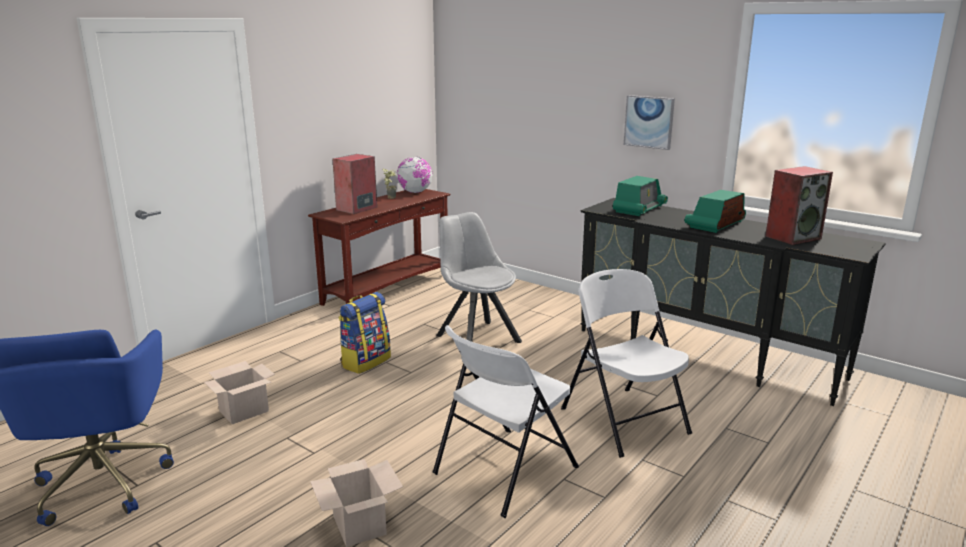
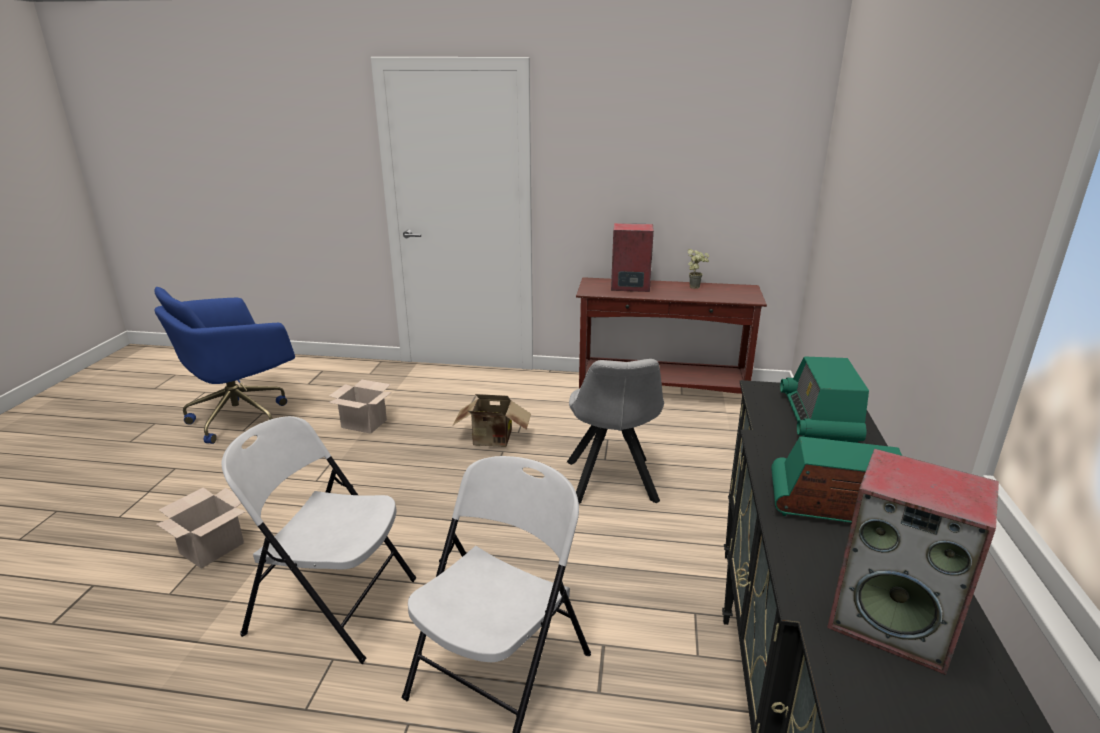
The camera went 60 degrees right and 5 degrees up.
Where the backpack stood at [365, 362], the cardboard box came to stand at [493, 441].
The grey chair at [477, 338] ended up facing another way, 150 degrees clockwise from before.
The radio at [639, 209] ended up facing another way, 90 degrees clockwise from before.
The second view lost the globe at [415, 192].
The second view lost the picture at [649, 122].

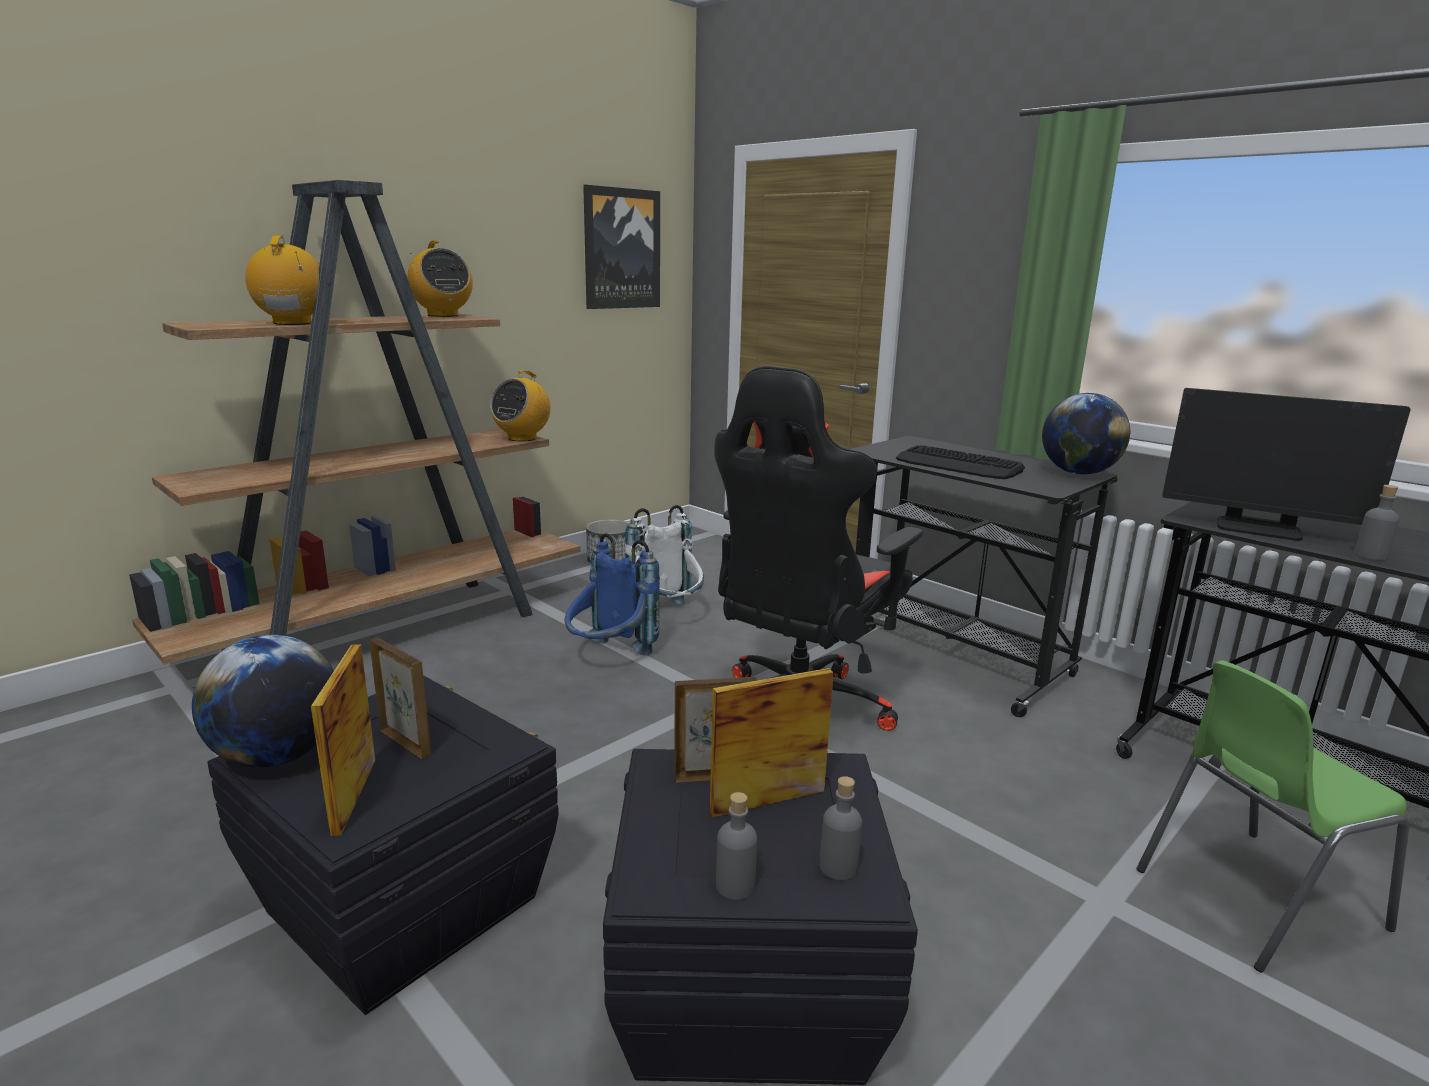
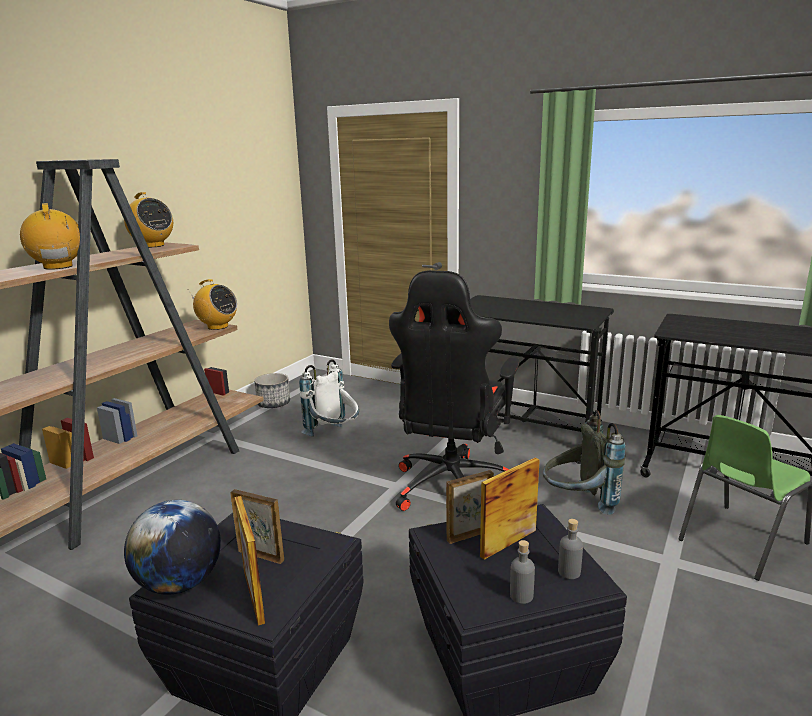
The camera went 15 degrees left and 0 degrees up.
The radio at [522, 438] ended up facing another way, 75 degrees counterclockwise from before.
The second view gained the grey backpack at [578, 504].
The second view lost the blue backpack at [609, 658].
The second view lost the picture at [621, 249].
The second view lost the keyboard at [958, 465].
The second view lost the globe at [1078, 473].
The second view lost the monitor at [1258, 529].
The second view lost the grey bottle at [1370, 556].

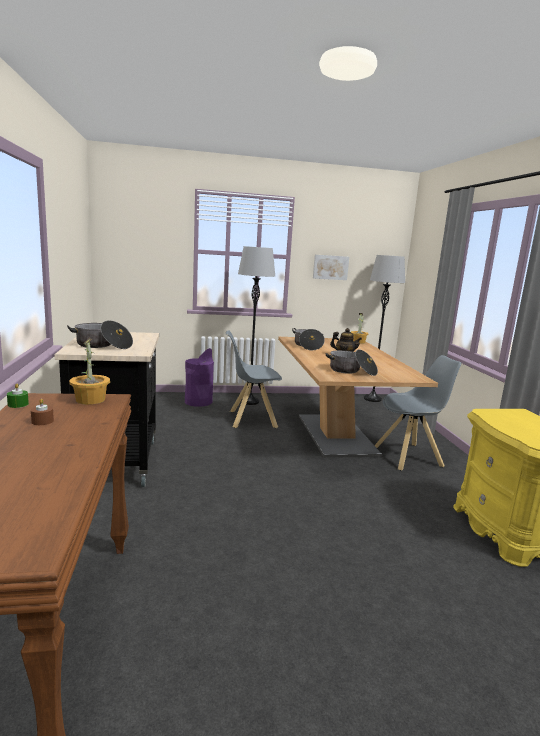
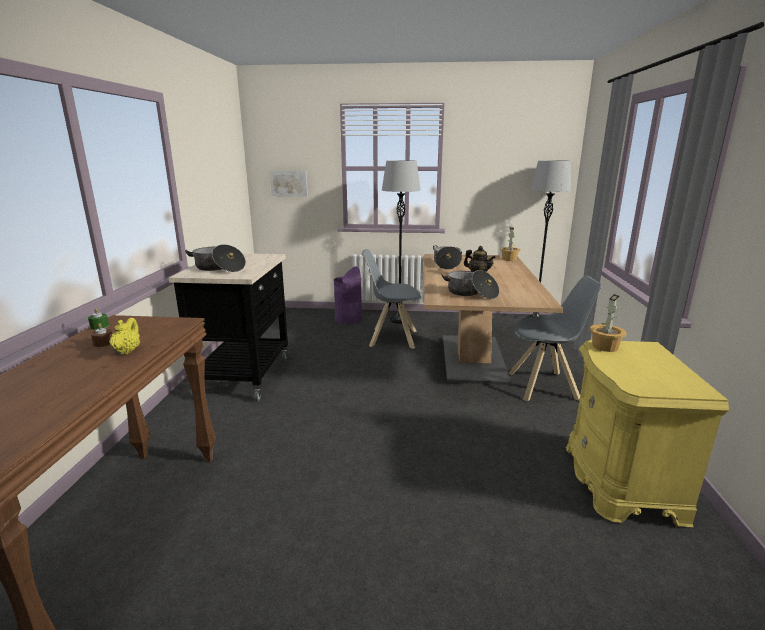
The camera went 15 degrees right and 5 degrees up.
The second view gained the yellow teapot at [127, 351].
The picture ended up elsewhere, having gone from [330, 267] to [289, 183].
The potted plant ended up elsewhere, having gone from [91, 400] to [605, 347].

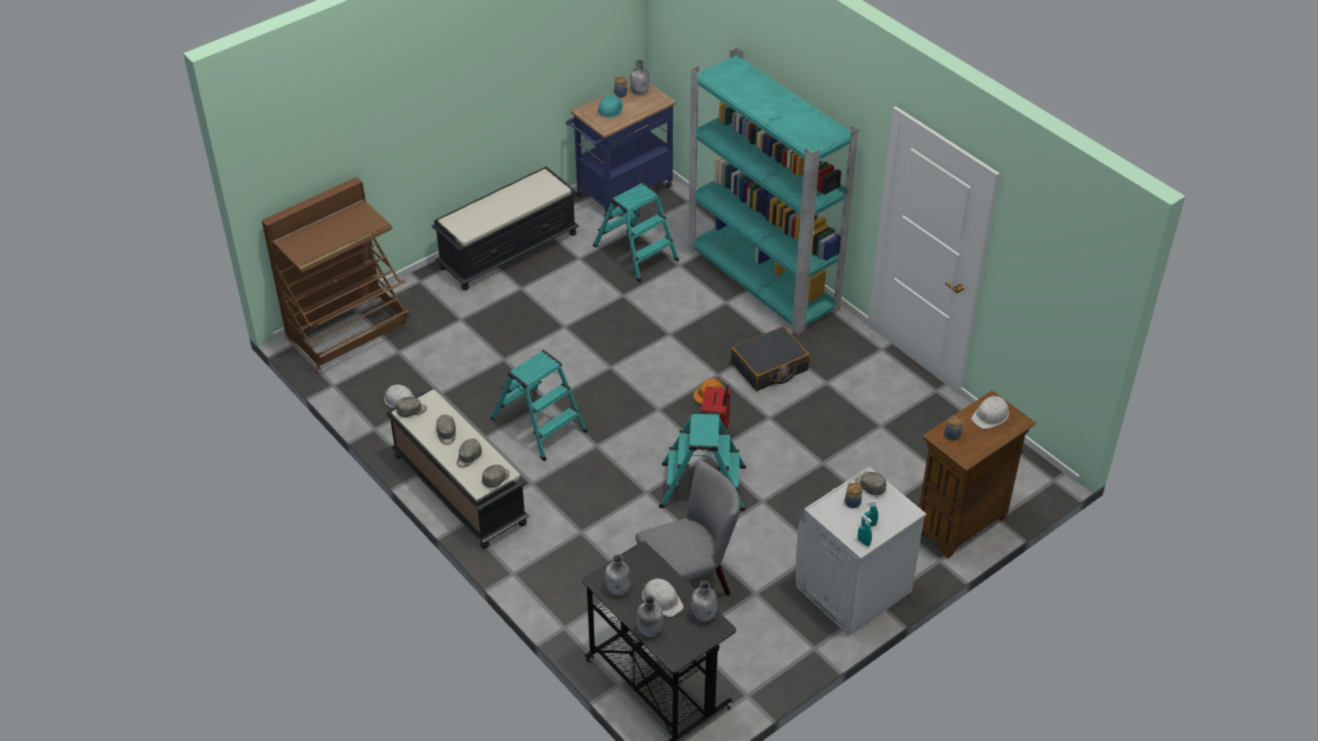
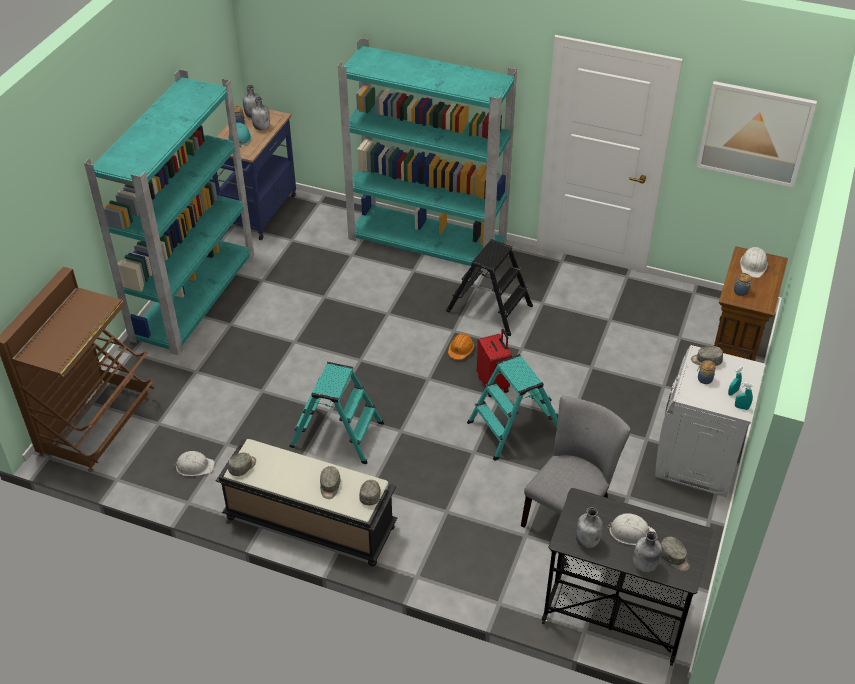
The camera went 30 degrees left and 0 degrees up.
Where the black bench stood at [508, 250], the turquoise bookcase came to stand at [194, 296].
The grey bottle ended up elsewhere, having gone from [704, 615] to [262, 127].
Where the black suitcase stood at [769, 367], the black step ladder came to stand at [489, 308].
The grey cap ended up elsewhere, having gone from [446, 434] to [674, 558].
The second view gained the picture at [754, 133].
The second view lost the turquoise step ladder at [635, 252].

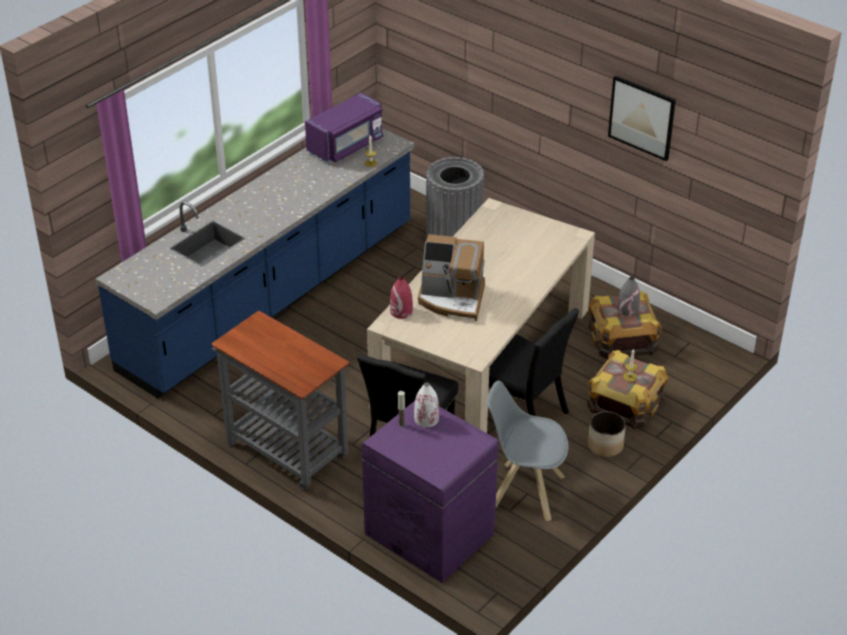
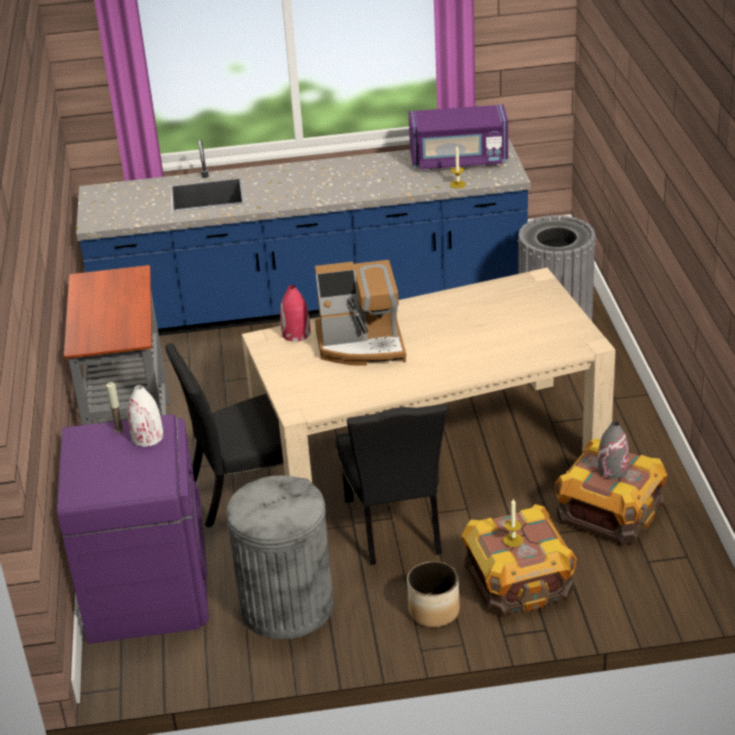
The camera went 45 degrees right and 5 degrees down.
Where the grey chair stood at [524, 491], the grey trash can came to stand at [287, 606].
The coffee machine at [452, 299] ended up facing another way, 60 degrees counterclockwise from before.
The second view lost the picture at [642, 117].

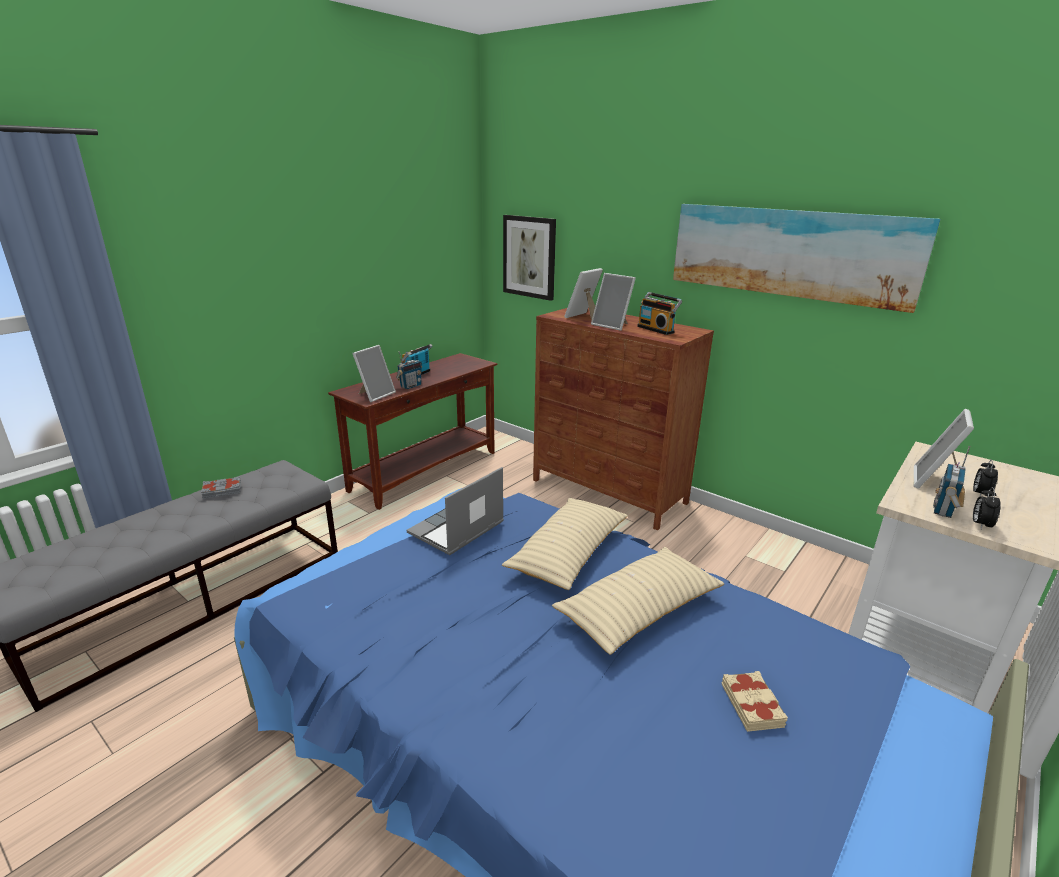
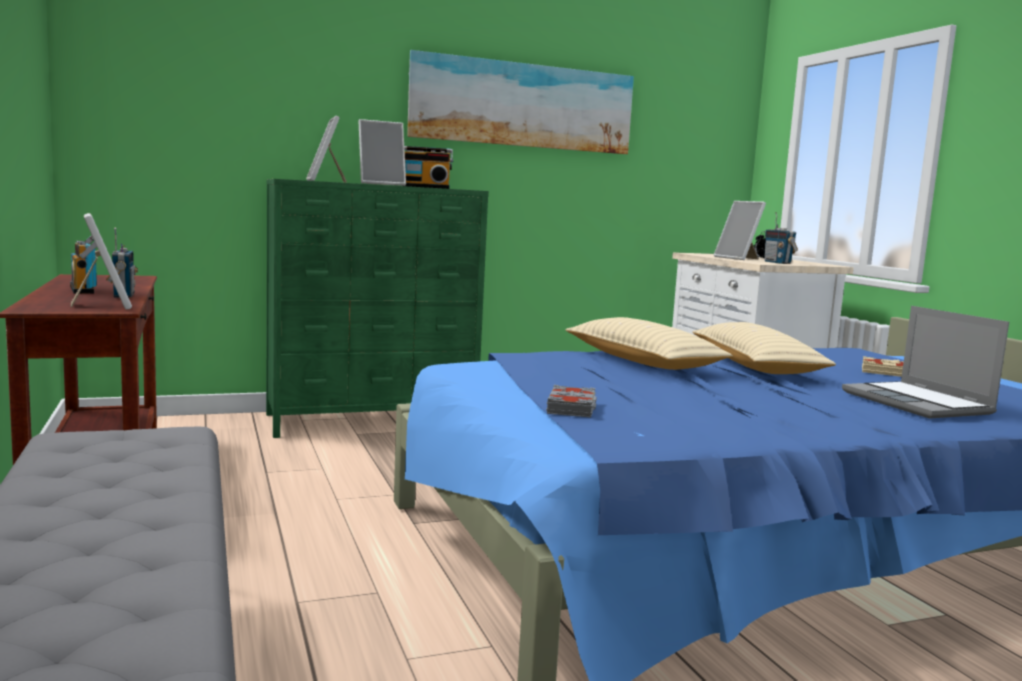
The camera went 60 degrees left and 15 degrees down.
What was the brown dresser at [608, 491] turned into the green dresser at [371, 420].
The grey book ended up elsewhere, having gone from [222, 491] to [572, 408].
The laptop ended up elsewhere, having gone from [456, 529] to [918, 403].
The second view lost the picture at [529, 257].
The second view lost the alarm clock at [980, 524].

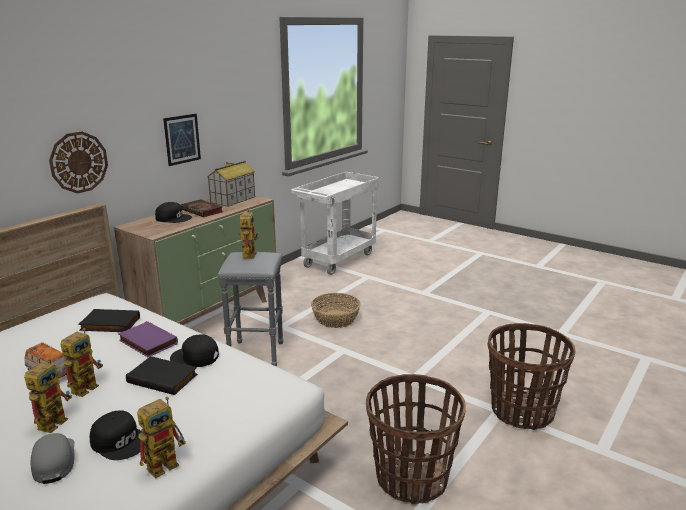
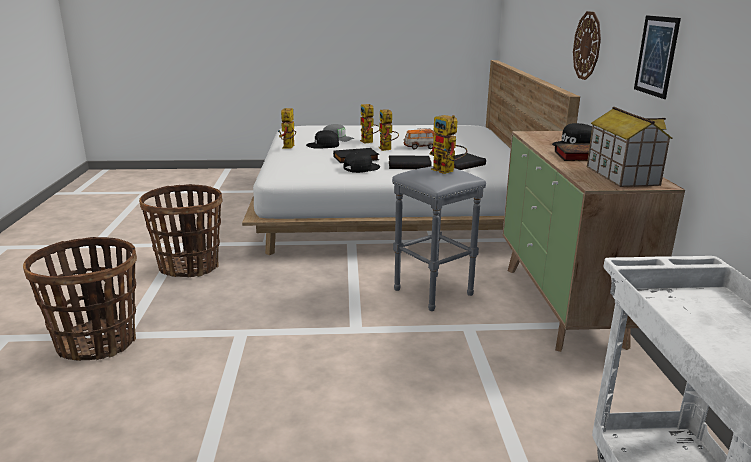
The camera went 140 degrees right and 0 degrees up.
What was the purple book at [146, 342] turned into the black book at [409, 165].
The second view lost the basket at [336, 319].

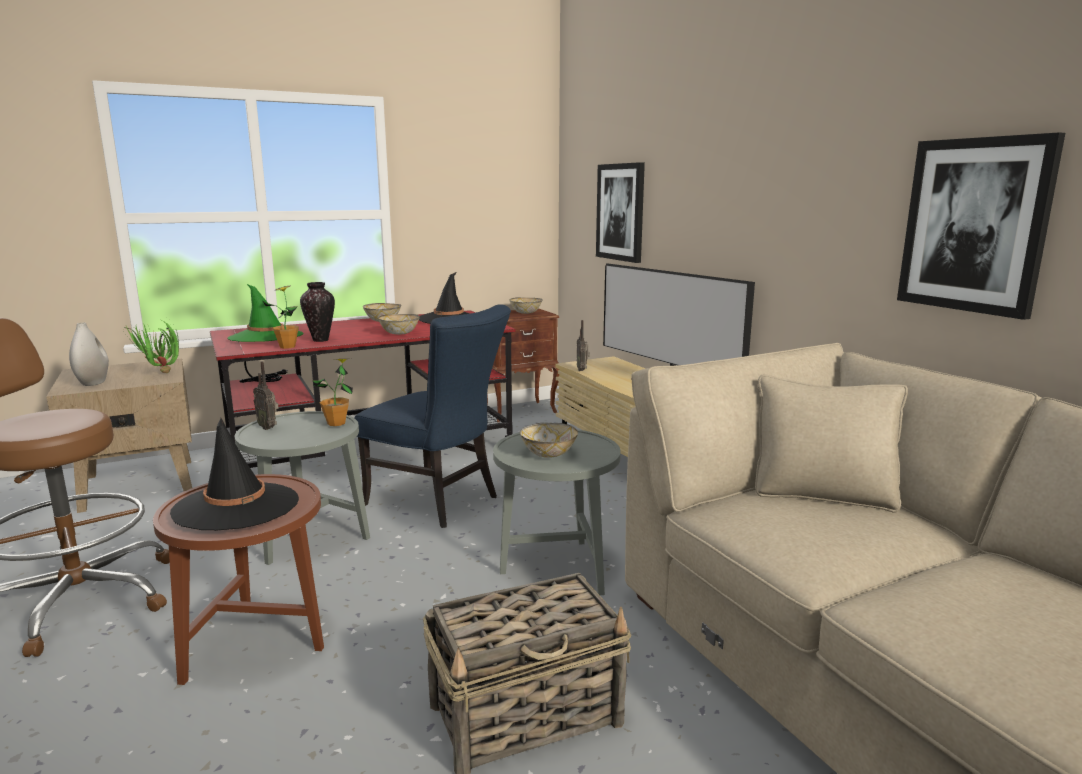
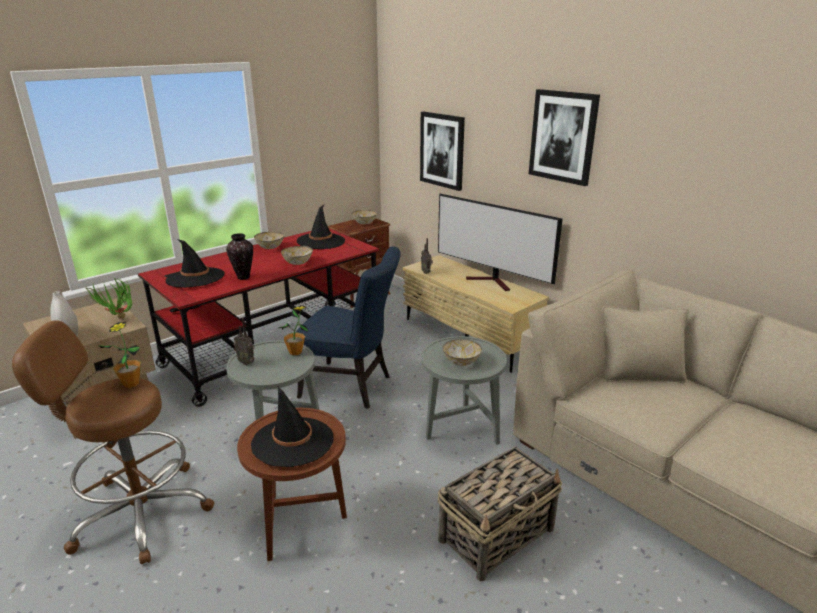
The camera went 15 degrees left and 10 degrees up.
The potted plant ended up elsewhere, having gone from [287, 347] to [131, 383].
What was the green hat at [266, 337] turned into the black hat at [195, 278].
The picture ended up elsewhere, having gone from [974, 225] to [563, 136].

